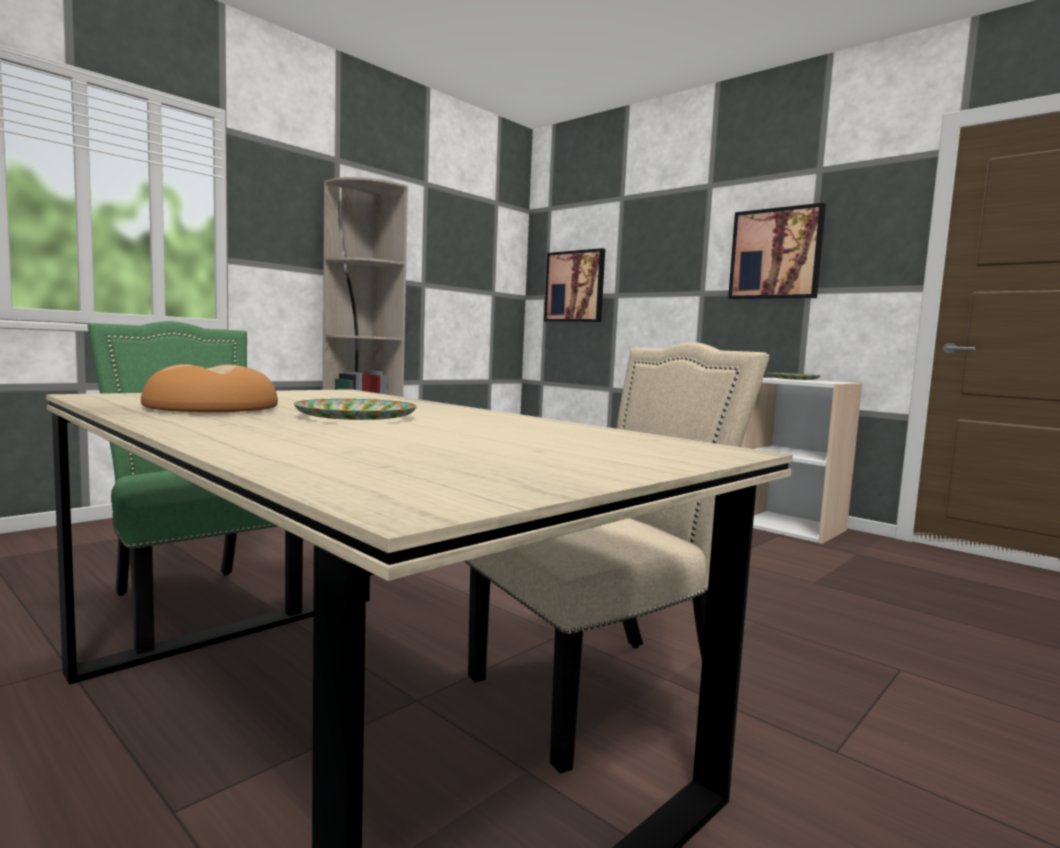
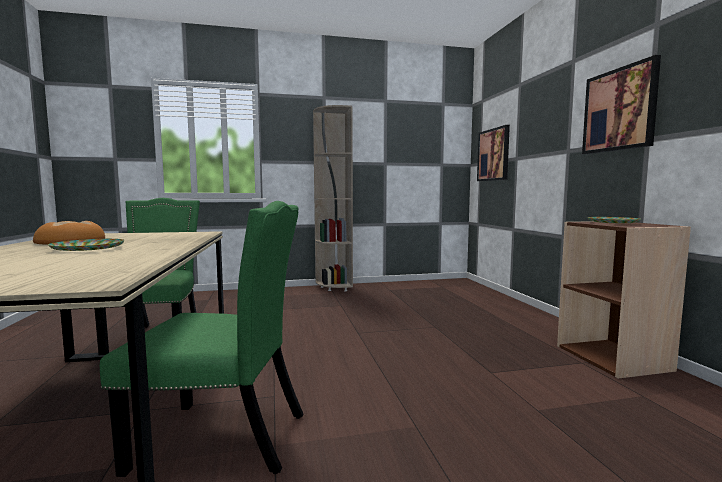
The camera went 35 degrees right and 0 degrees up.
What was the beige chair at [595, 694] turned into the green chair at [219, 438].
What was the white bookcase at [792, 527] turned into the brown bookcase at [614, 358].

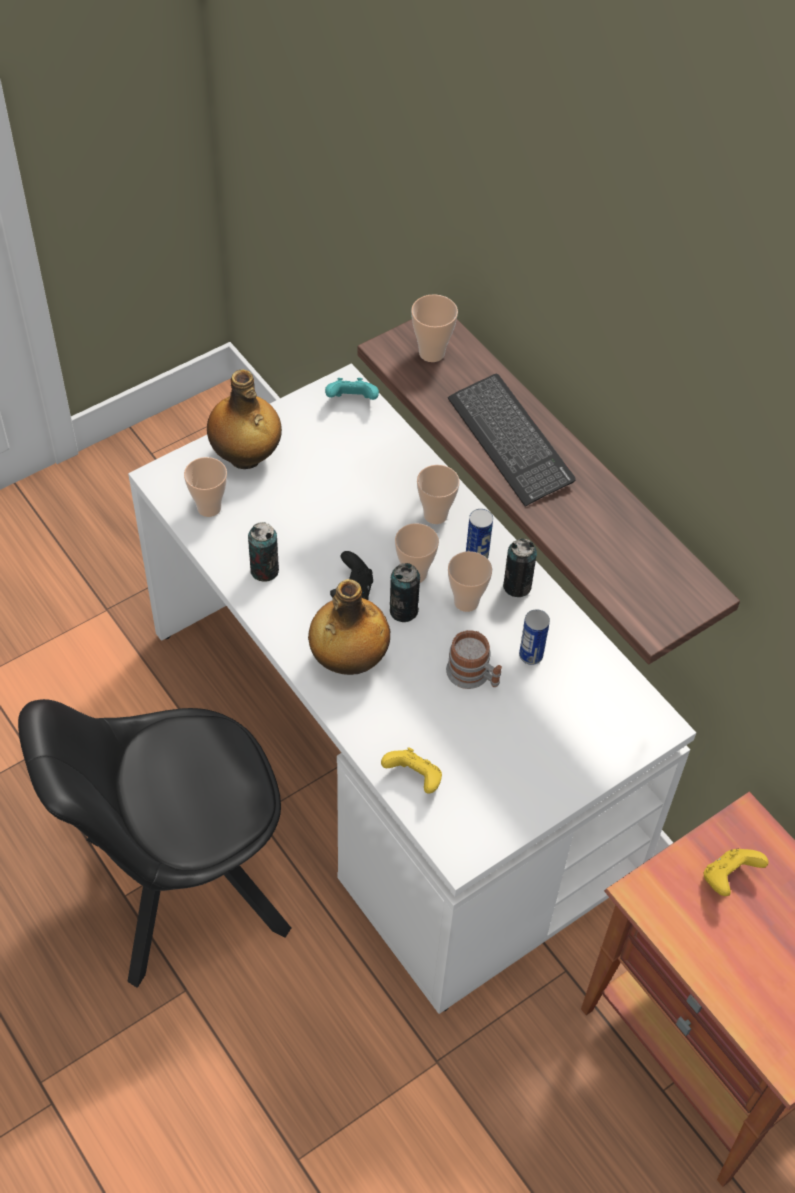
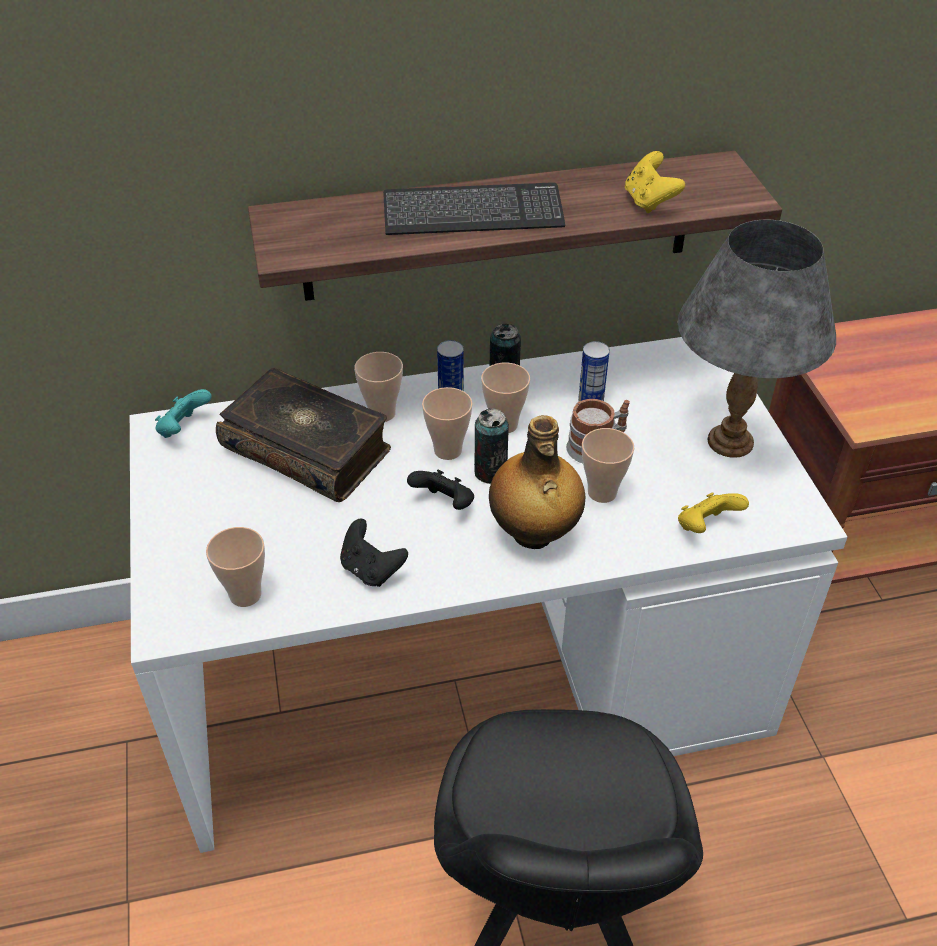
The camera went 65 degrees left and 10 degrees down.
The second view gained the book at [308, 448].
Where the can stood at [264, 570], the black game controller came to stand at [371, 570].
The cup ended up elsewhere, having gone from [431, 353] to [602, 492].
The yellow game controller ended up elsewhere, having gone from [728, 878] to [649, 202].
The second view gained the grey table lamp at [729, 442].
The second view lost the bottle at [245, 457].

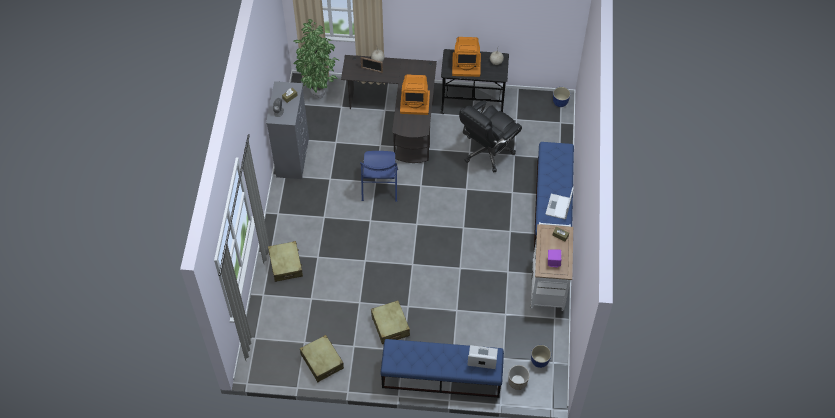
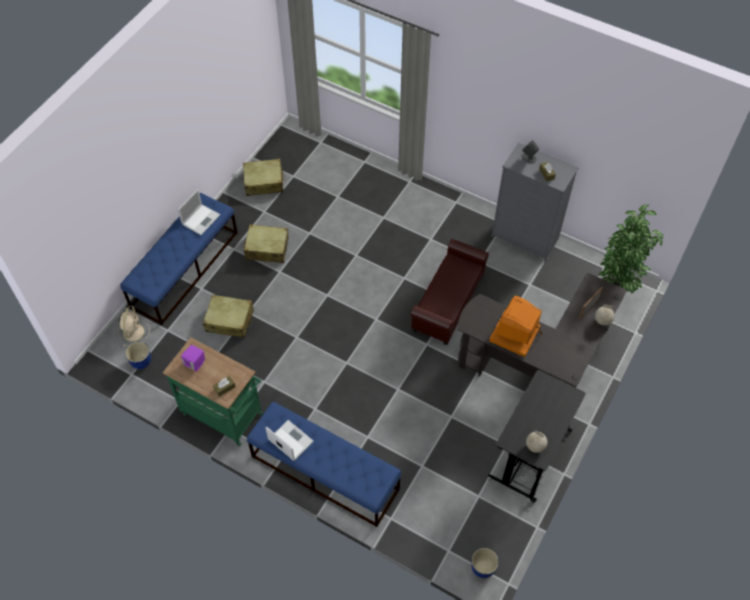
The camera went 115 degrees right and 0 degrees up.
Where the planter stood at [517, 382], the beige fan came to stand at [134, 331].
What was the white cart at [547, 284] turned into the green cart at [224, 415].
The laptop ended up elsewhere, having gone from [481, 357] to [201, 219].
The beige suitcase ended up elsewhere, having gone from [286, 264] to [230, 321].
Where the blue chair stood at [379, 185], the brown ottoman came to stand at [447, 304].
The second view lost the monitor at [466, 64].
The second view lost the black office chair at [488, 151].

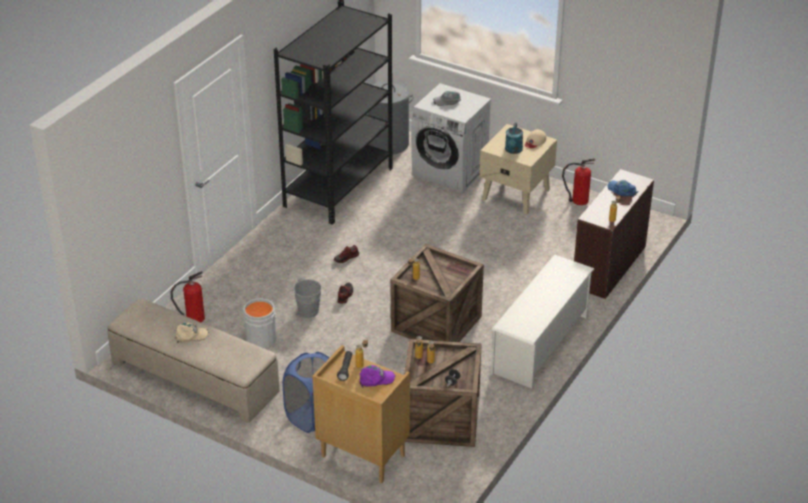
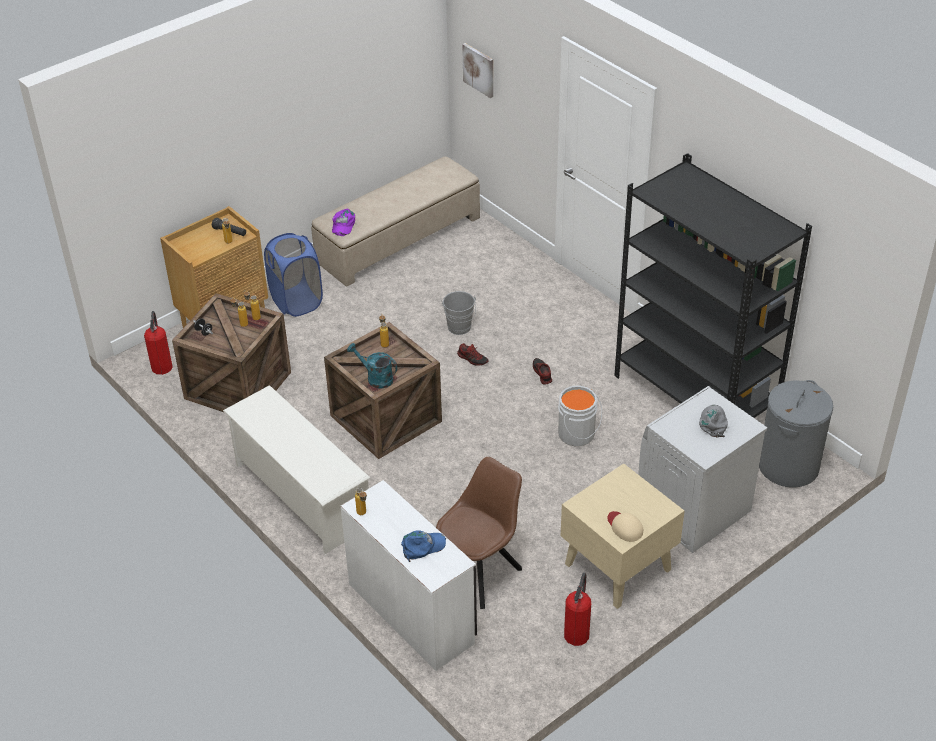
The camera went 110 degrees right and 5 degrees up.
The fire extinguisher ended up elsewhere, having gone from [193, 319] to [161, 366].
The purple cap ended up elsewhere, having gone from [376, 379] to [343, 225].
What was the brown desk at [608, 266] turned into the white desk at [412, 612].
The turquoise watering can ended up elsewhere, having gone from [513, 150] to [375, 378].
The second view gained the brown chair at [480, 573].
The second view gained the picture at [479, 70].
The grey bucket ended up elsewhere, having gone from [262, 338] to [578, 434].
The second view lost the beige cap at [191, 335].

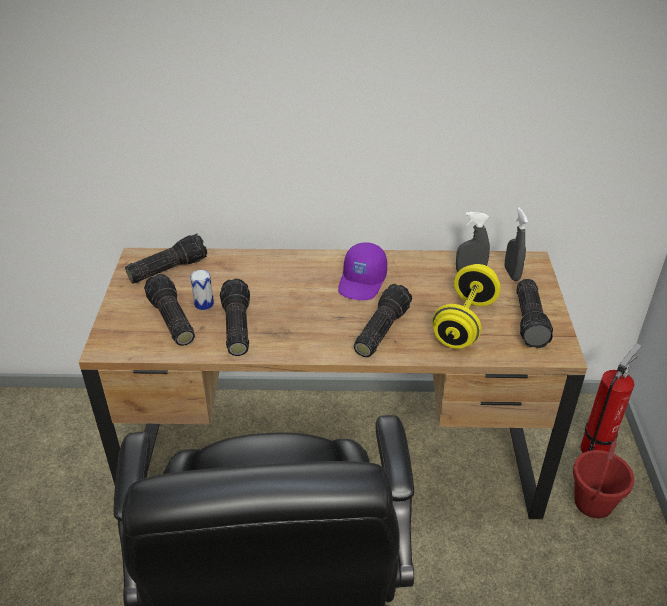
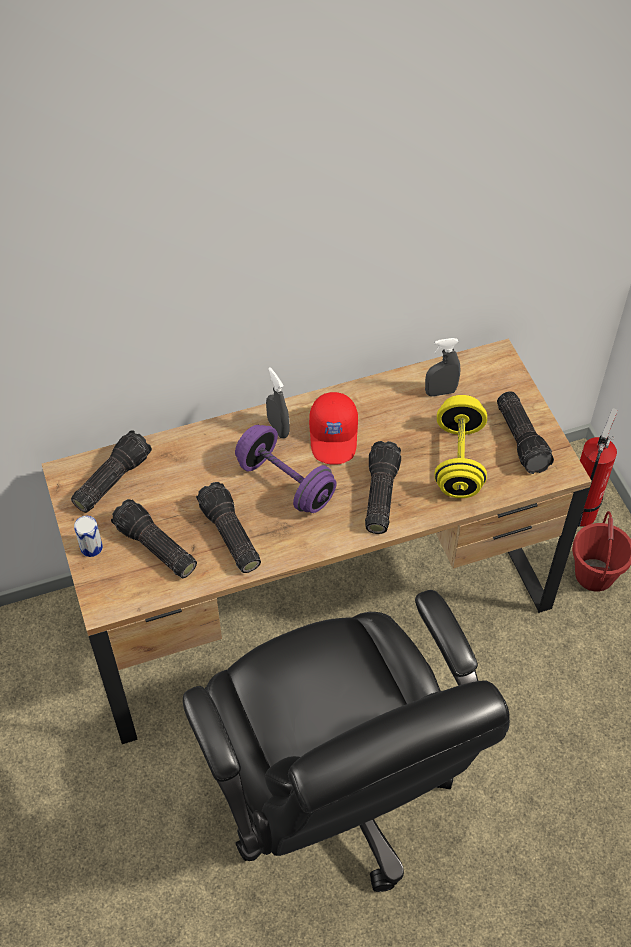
The camera went 20 degrees left and 15 degrees up.
The can ended up elsewhere, having gone from [204, 304] to [91, 547].
The second view gained the purple dumbbell at [285, 483].
The grey spray bottle ended up elsewhere, having gone from [512, 273] to [278, 428].
What was the purple cap at [363, 282] turned into the red cap at [334, 436].

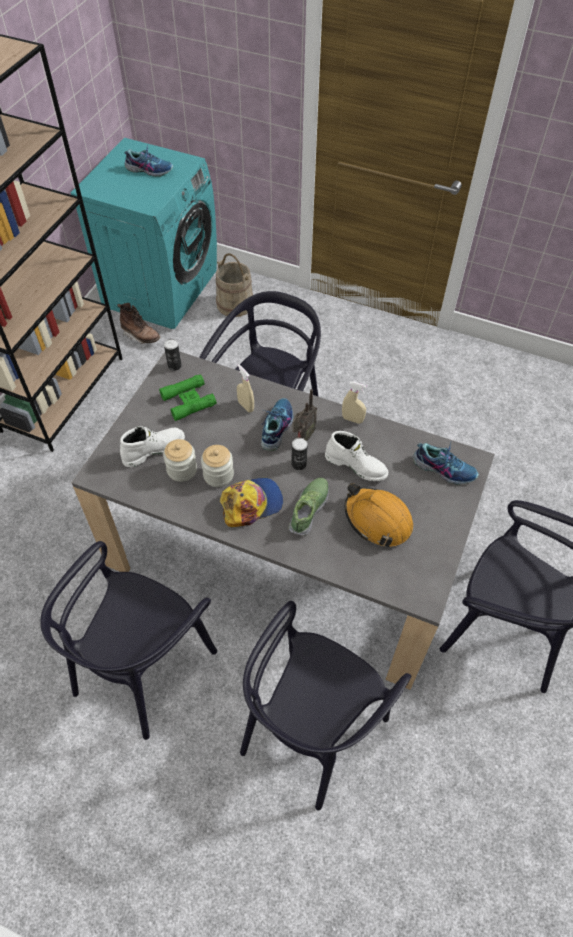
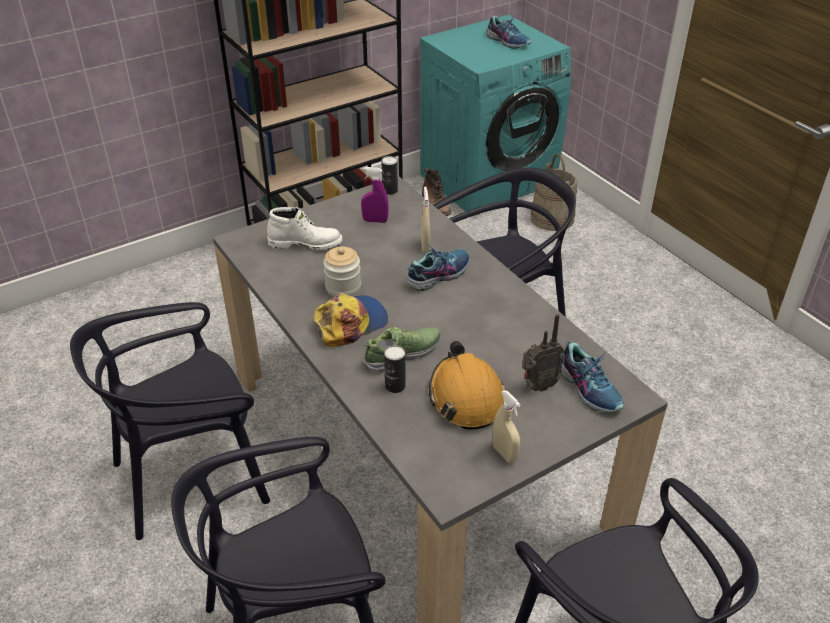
The camera went 35 degrees right and 15 degrees down.
The cap at [251, 503] ended up facing another way, 45 degrees counterclockwise from before.
Where the green binoculars stood at [188, 401], the purple spray bottle came to stand at [375, 221].
The can ended up elsewhere, having gone from [299, 464] to [395, 386].
The beige spray bottle ended up elsewhere, having gone from [352, 419] to [504, 453].
The radio ended up elsewhere, having gone from [303, 437] to [537, 386].
The second view lost the jar at [182, 469].
The second view lost the white boot at [356, 465].

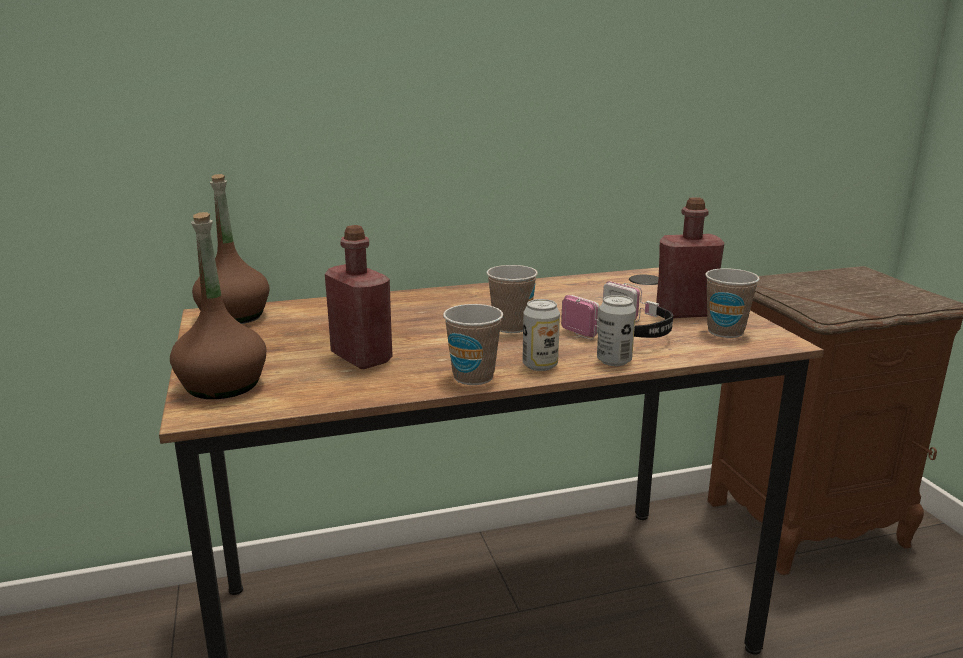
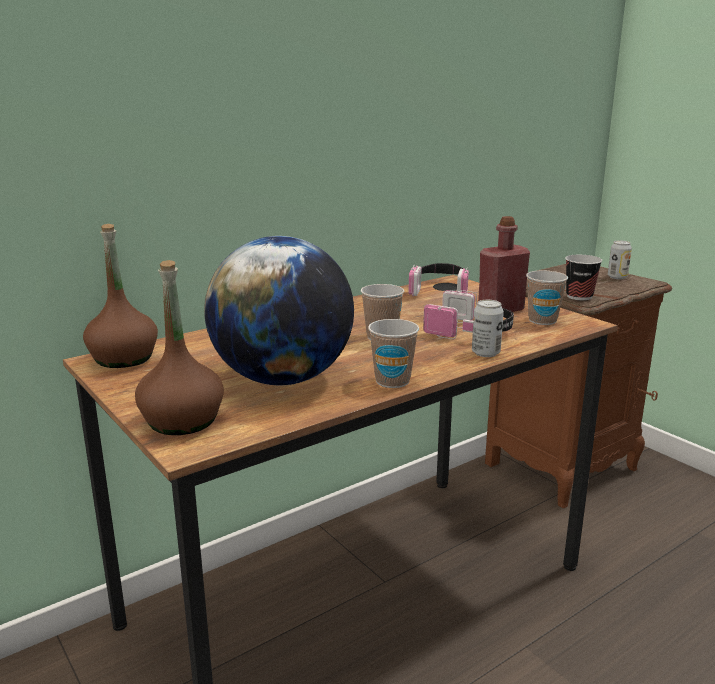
The camera went 20 degrees left and 0 degrees up.
Where the red bottle stood at [361, 357], the globe came to stand at [283, 379].
The second view gained the headphones at [440, 289].
The second view gained the cup at [579, 296].
The can ended up elsewhere, having gone from [540, 365] to [617, 277].

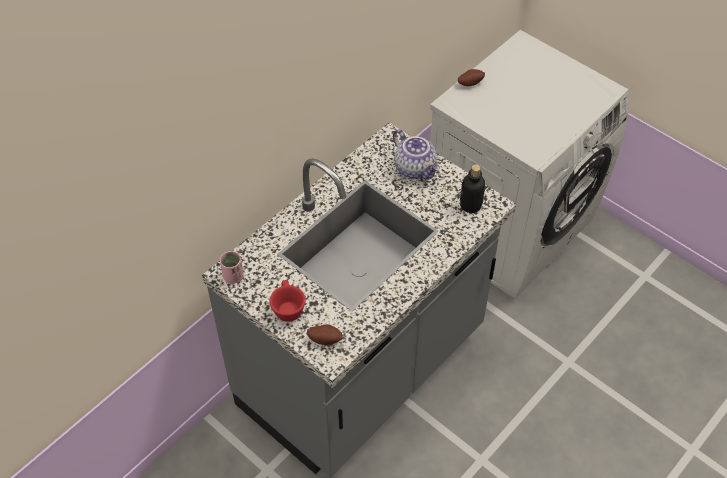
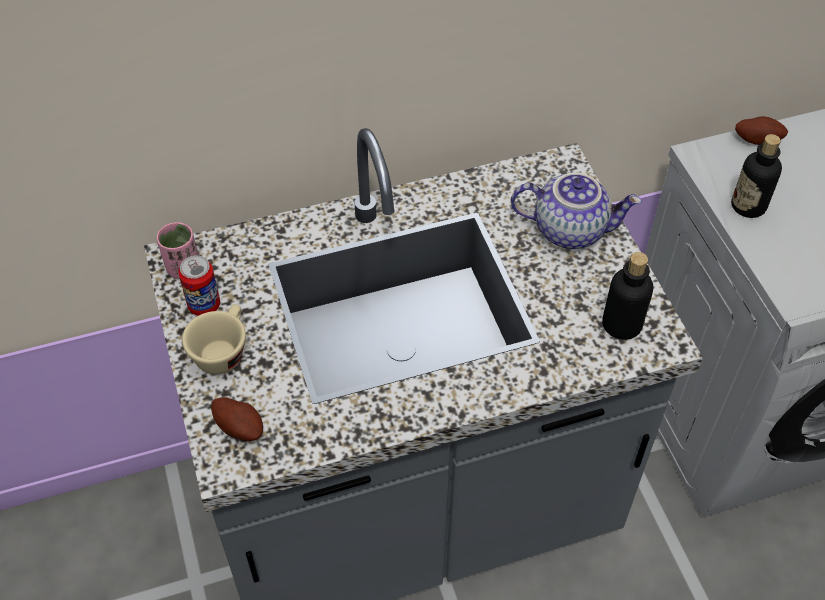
The camera went 30 degrees right and 0 degrees up.
The second view gained the can at [204, 305].
What was the red cup at [287, 307] turned into the beige cup at [222, 351].
The teapot at [416, 168] ended up facing another way, 75 degrees counterclockwise from before.
The second view gained the bottle at [748, 206].

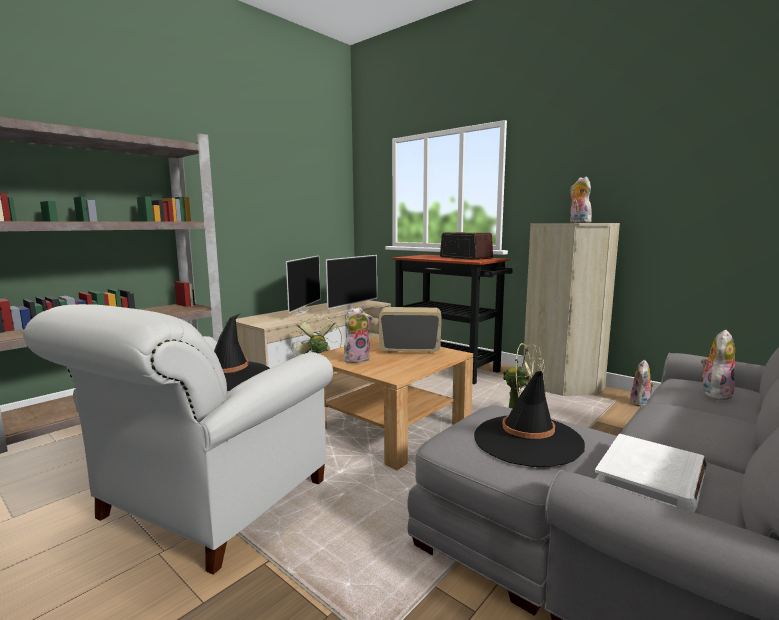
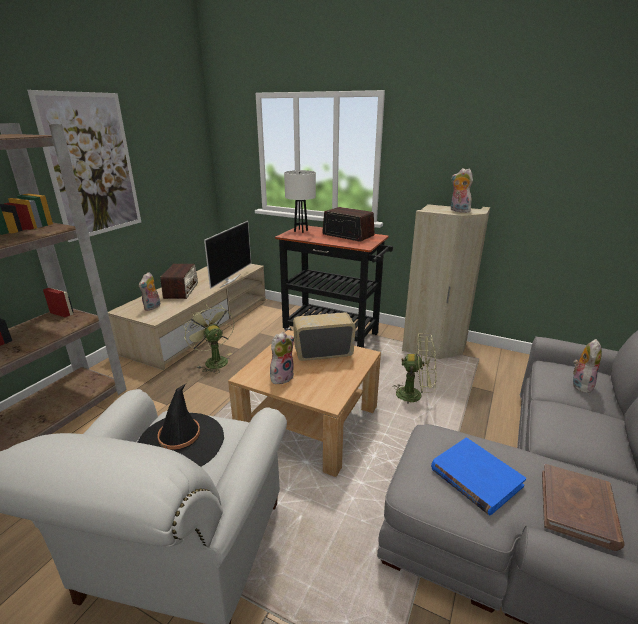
The camera went 15 degrees left and 15 degrees up.
The second view gained the picture at [92, 166].
The plush toy ended up elsewhere, having gone from [640, 403] to [153, 307].
Where the television stood at [302, 312], the radio came to stand at [181, 290].
The second view gained the white table lamp at [300, 231].
Where the black hat stood at [527, 440], the blue book came to stand at [475, 477].
What was the white book at [651, 477] turned into the brown book at [578, 508].

